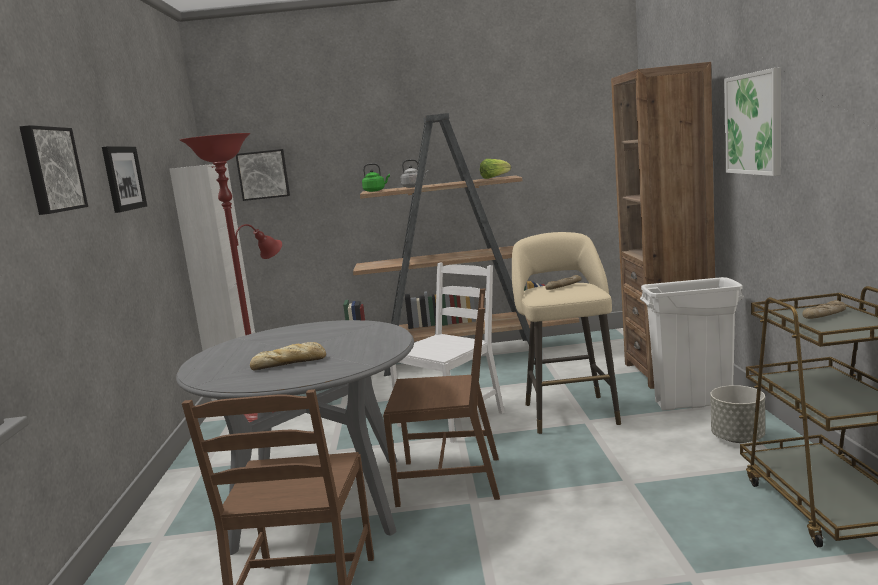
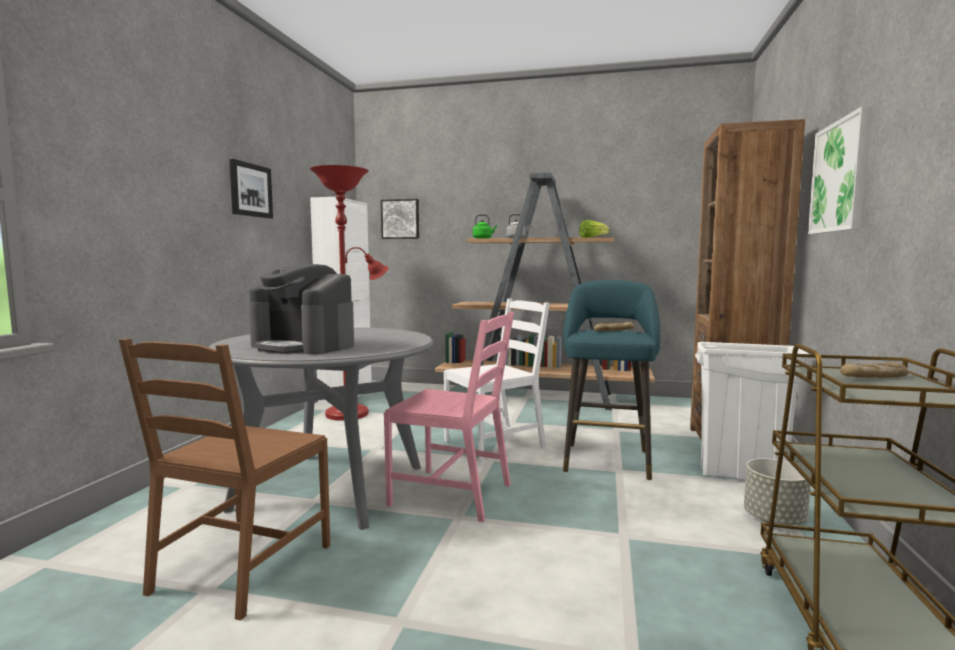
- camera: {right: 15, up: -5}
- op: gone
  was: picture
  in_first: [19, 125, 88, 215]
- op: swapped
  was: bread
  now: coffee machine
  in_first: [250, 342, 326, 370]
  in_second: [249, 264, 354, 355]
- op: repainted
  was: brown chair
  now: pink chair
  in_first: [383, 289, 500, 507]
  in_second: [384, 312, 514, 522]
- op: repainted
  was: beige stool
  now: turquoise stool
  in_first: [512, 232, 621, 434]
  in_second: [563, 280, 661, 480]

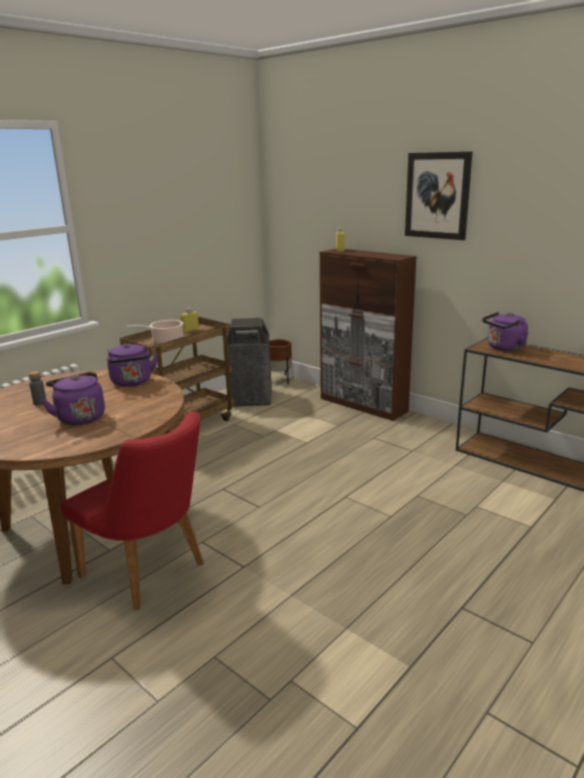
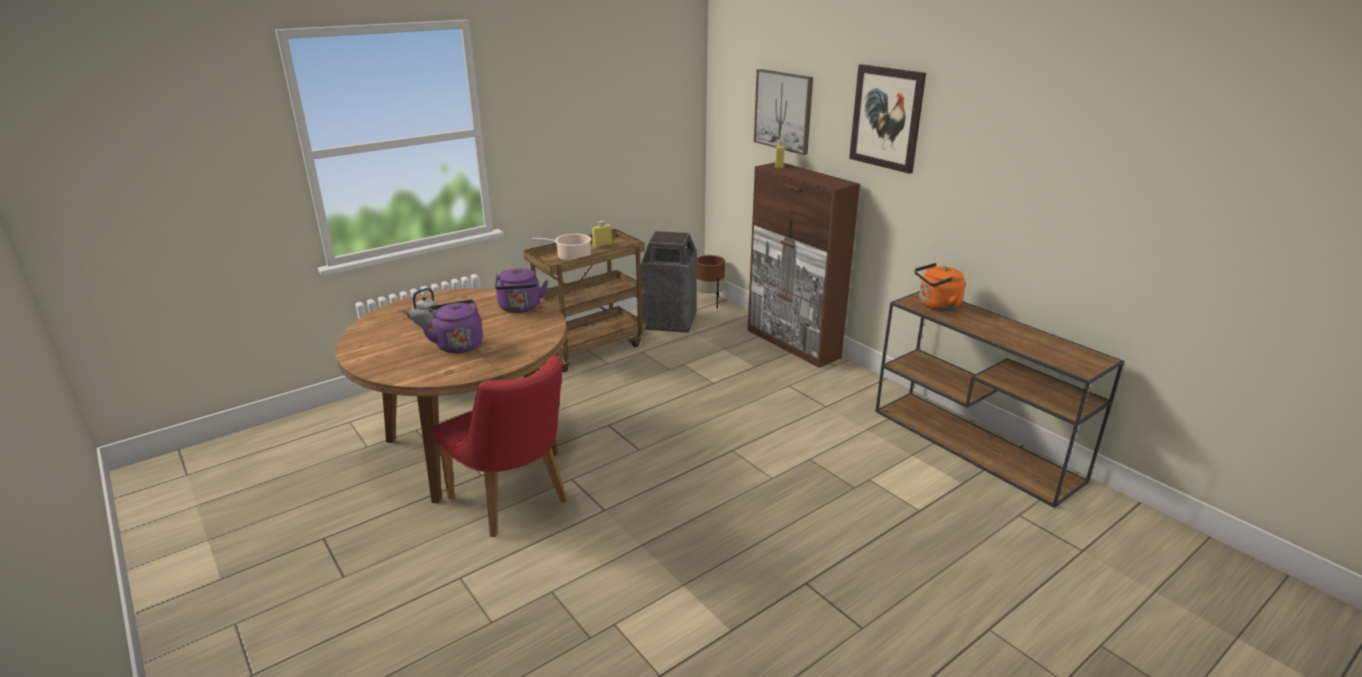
- camera: {right: 10, up: 5}
- op: new
  now: picture
  in_second: [754, 69, 813, 155]
- op: swapped
  was: grey bottle
  now: grey kettle
  in_first: [29, 371, 46, 405]
  in_second: [402, 288, 439, 326]
- op: repainted
  was: purple kettle
  now: orange kettle
  in_first: [482, 312, 529, 351]
  in_second: [914, 263, 965, 311]

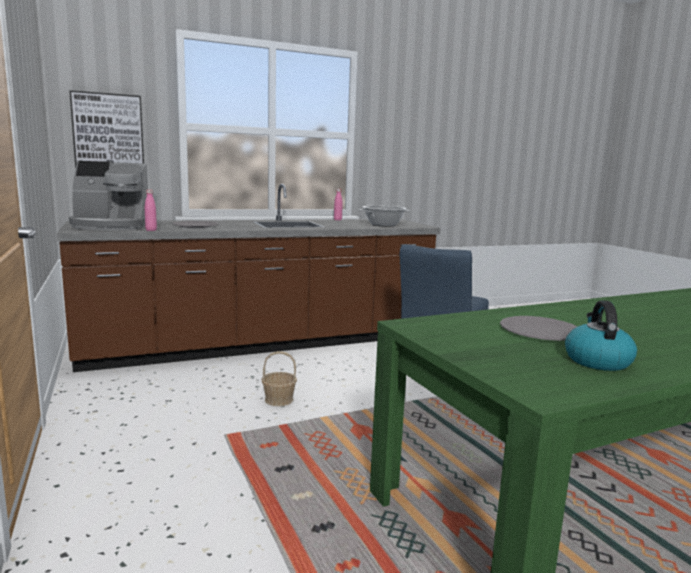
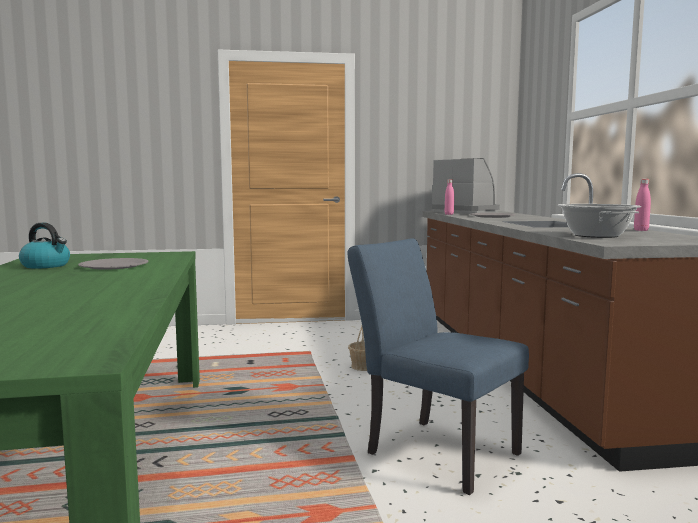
- camera: {right: 105, up: -5}
- op: gone
  was: picture
  in_first: [69, 90, 144, 169]
- op: rotated
  was: coffee machine
  in_first: [69, 161, 148, 231]
  in_second: [432, 158, 500, 214]
  clockwise: 135

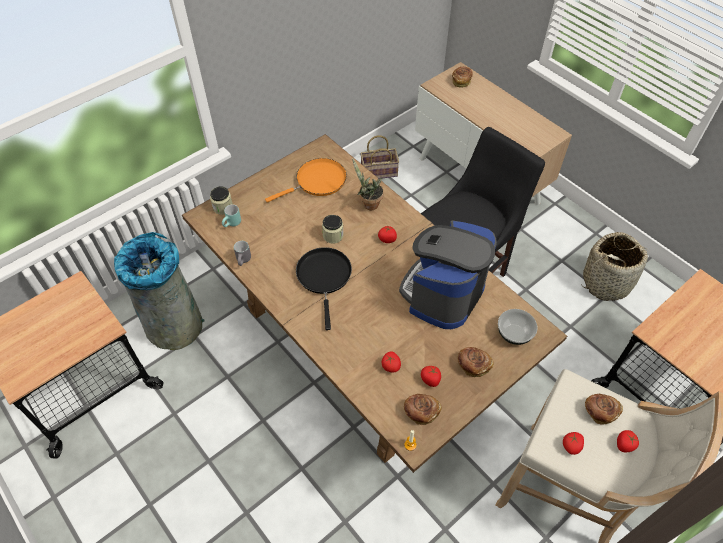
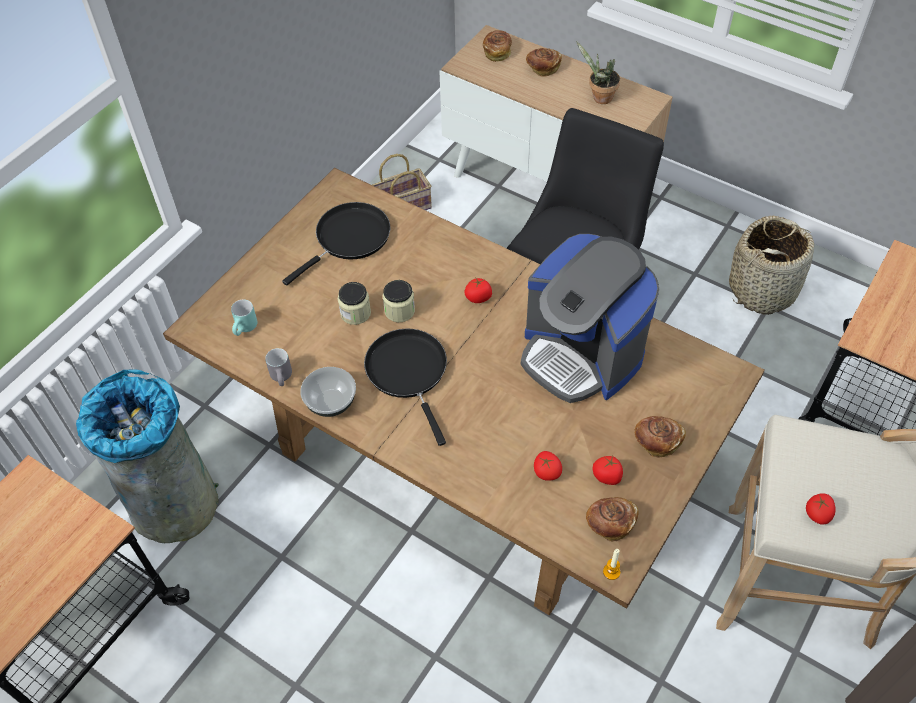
- camera: {right: -15, up: 0}
- op: gone
  was: tomato
  in_first: [617, 430, 639, 452]
- op: shifted
  was: jar
  in_first: [210, 186, 233, 215]
  in_second: [338, 282, 371, 325]
- op: shifted
  was: potted plant
  in_first: [352, 158, 384, 210]
  in_second: [576, 41, 620, 104]
- op: shifted
  was: bowl
  in_first: [498, 309, 537, 345]
  in_second: [300, 367, 356, 417]
- op: shifted
  was: bread
  in_first: [585, 394, 623, 425]
  in_second: [526, 48, 562, 77]
- op: repainted
  was: orange frying pan
  now: black frying pan
  in_first: [265, 158, 347, 203]
  in_second: [282, 202, 390, 285]
- op: rotated
  was: coffee machine
  in_first: [399, 220, 497, 329]
  in_second: [521, 234, 659, 403]
  clockwise: -60

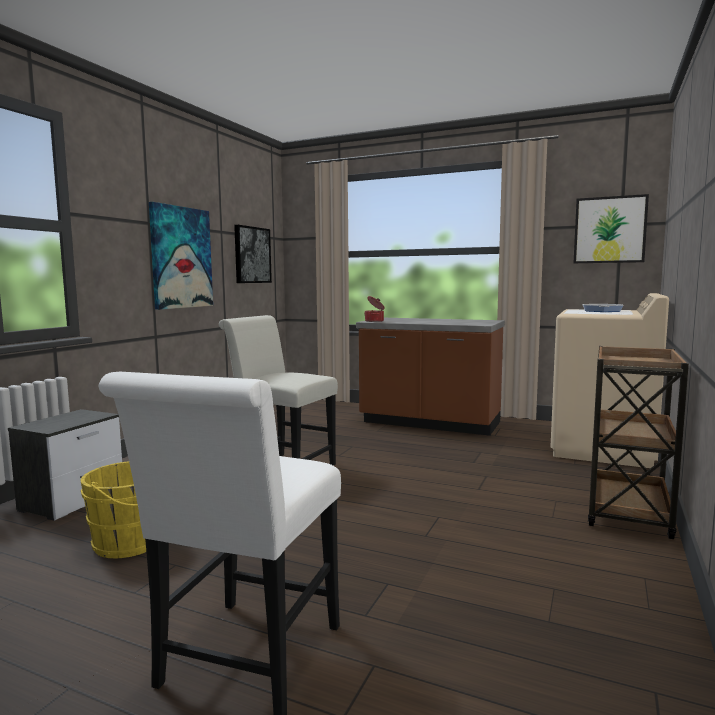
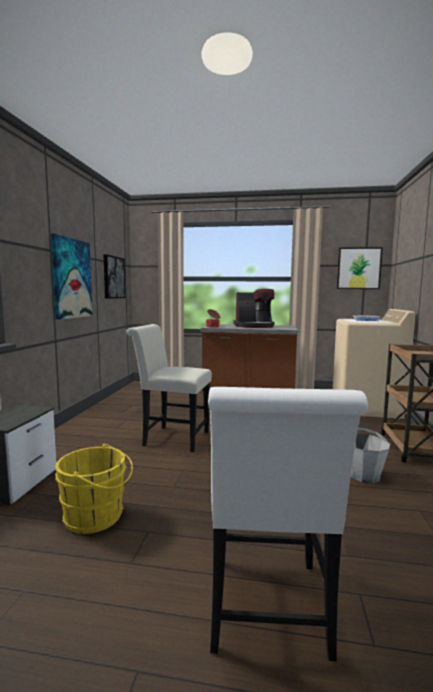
- camera: {right: -15, up: 0}
- op: new
  now: coffee machine
  in_second: [233, 289, 274, 328]
- op: new
  now: grey bucket
  in_second: [351, 428, 390, 483]

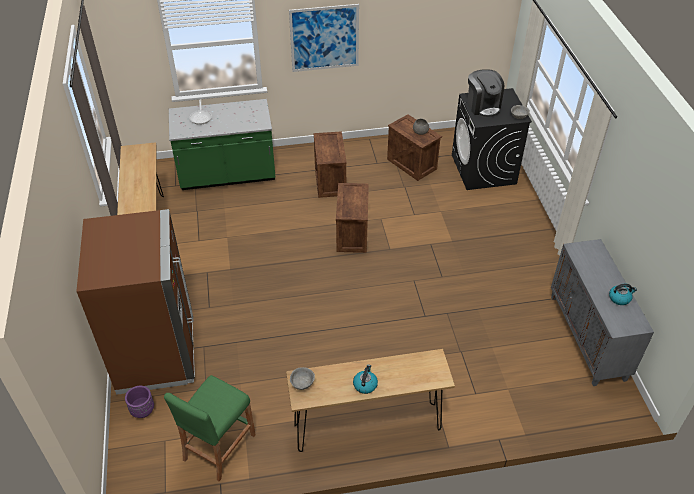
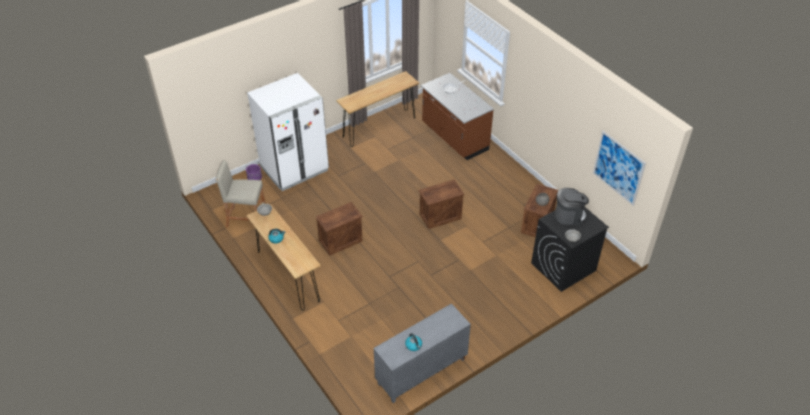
- camera: {right: 65, up: 0}
- op: shifted
  was: picture
  in_first: [289, 4, 359, 72]
  in_second: [593, 131, 646, 206]
- op: shifted
  was: crate
  in_first: [314, 131, 347, 198]
  in_second: [315, 202, 363, 256]
- op: repainted
  was: brown fridge
  now: white fridge
  in_first: [77, 209, 195, 395]
  in_second: [247, 73, 329, 191]
- op: repainted
  was: green stool
  now: beige stool
  in_first: [164, 375, 256, 481]
  in_second: [216, 160, 265, 227]
- op: repainted
  was: green counter
  now: brown counter
  in_first: [169, 99, 275, 190]
  in_second: [421, 73, 494, 160]
- op: rotated
  was: coffee machine
  in_first: [467, 69, 504, 117]
  in_second: [555, 188, 589, 225]
  clockwise: -135

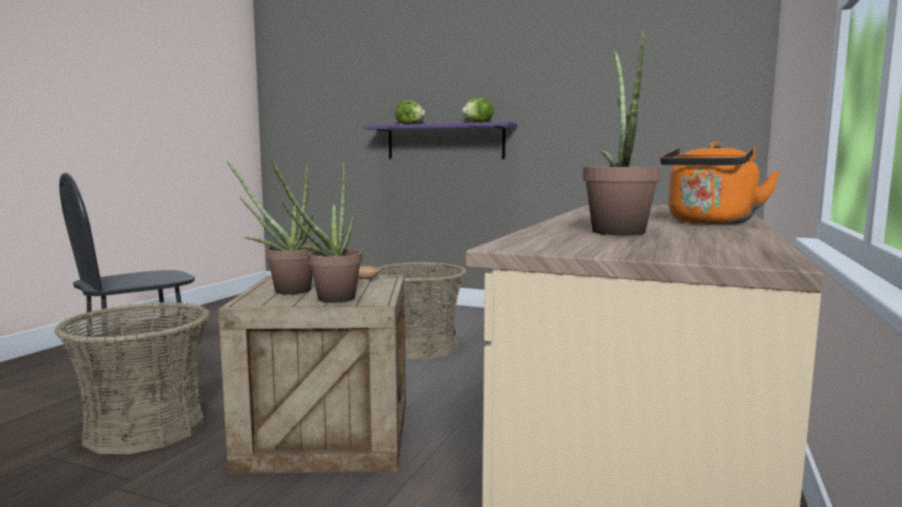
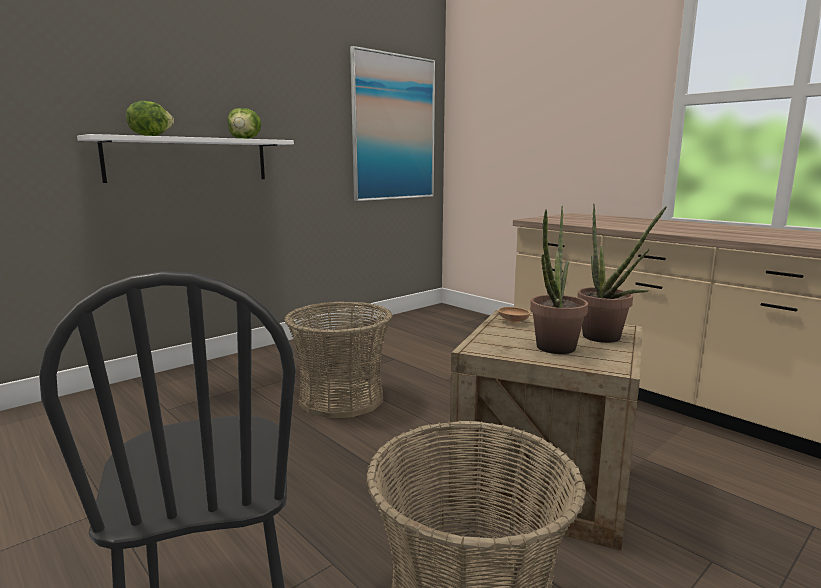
- camera: {right: -65, up: 5}
- op: gone
  was: potted plant
  in_first: [583, 30, 661, 235]
- op: gone
  was: orange kettle
  in_first: [660, 142, 780, 224]
- op: new
  now: picture
  in_second: [350, 46, 435, 201]
- op: repainted
  was: purple shelf
  now: white shelf
  in_first: [363, 122, 518, 159]
  in_second: [77, 134, 294, 183]

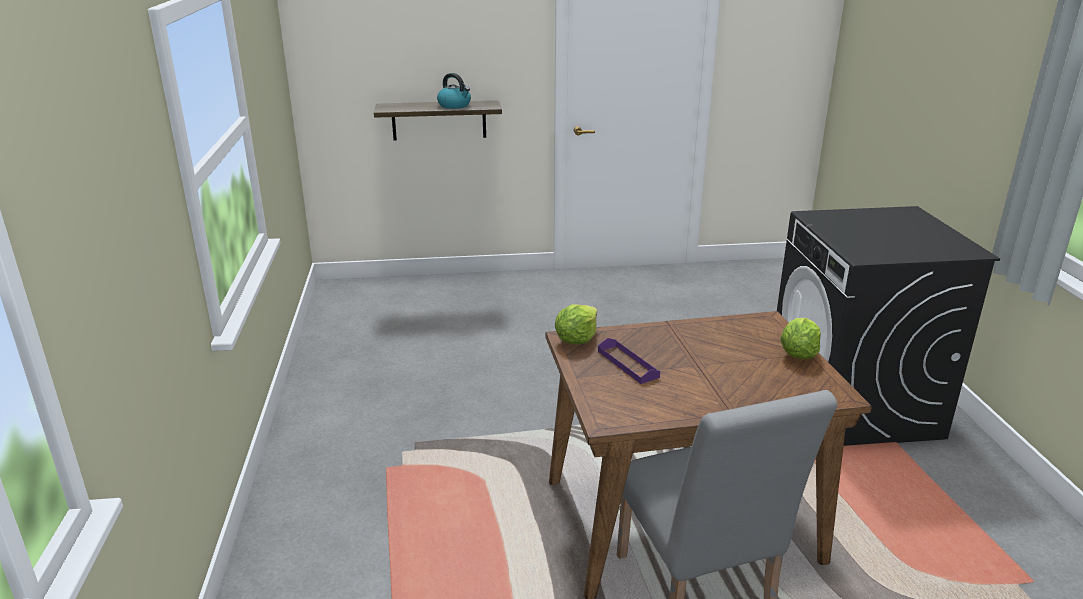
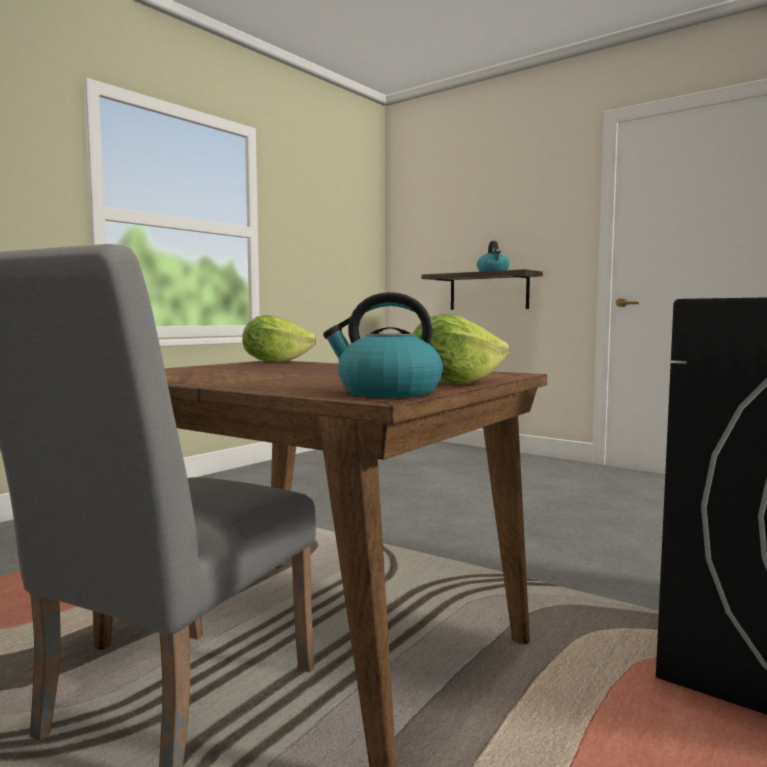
- camera: {right: 45, up: -20}
- op: gone
  was: purple tray
  in_first: [598, 338, 660, 384]
- op: new
  now: kettle
  in_second: [323, 292, 443, 398]

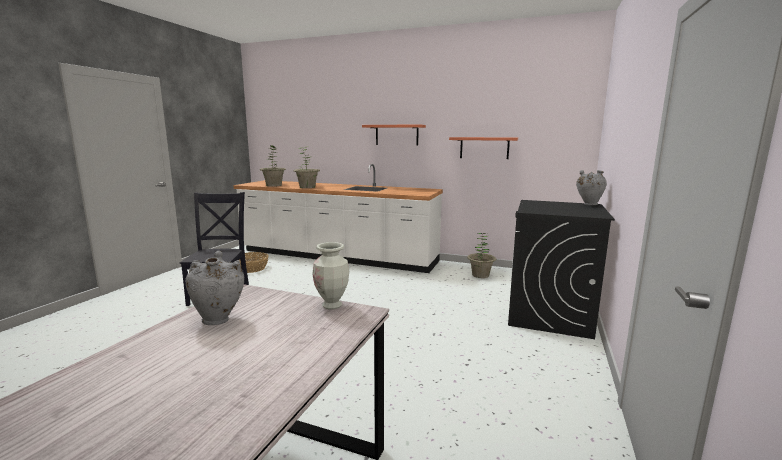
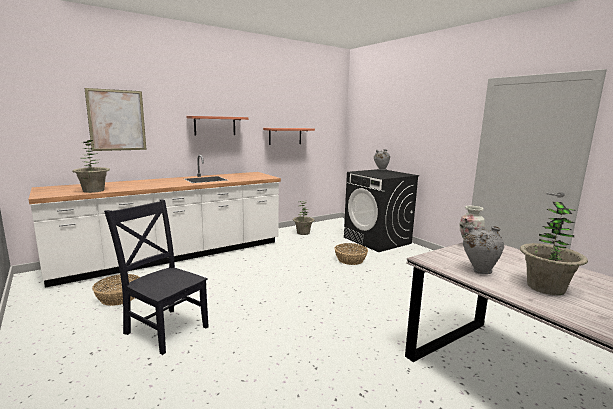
- camera: {right: -55, up: 0}
- op: new
  now: picture
  in_second: [84, 88, 147, 151]
- op: new
  now: basket
  in_second: [335, 243, 368, 265]
- op: shifted
  was: potted plant
  in_first: [293, 146, 320, 188]
  in_second: [520, 202, 588, 295]

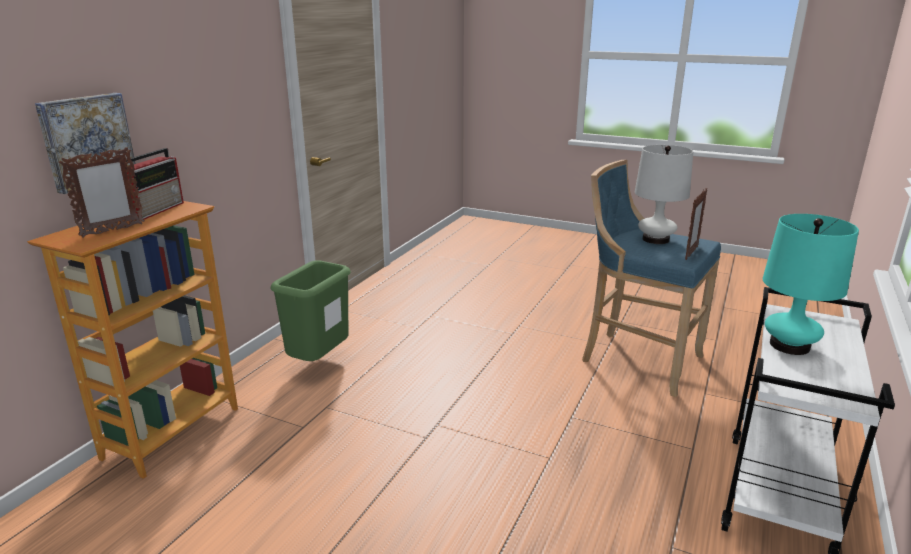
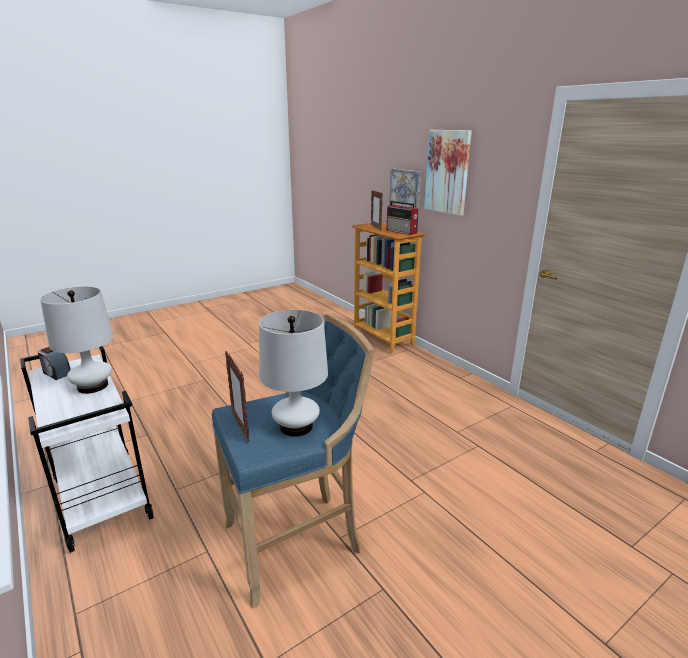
- camera: {right: 120, up: 0}
- op: gone
  was: green trash can
  in_first: [270, 260, 351, 361]
- op: new
  now: alarm clock
  in_second: [38, 347, 70, 380]
- op: new
  now: picture
  in_second: [424, 130, 472, 216]
- op: repainted
  was: turquoise table lamp
  now: white table lamp
  in_first: [763, 214, 859, 355]
  in_second: [40, 287, 114, 394]

